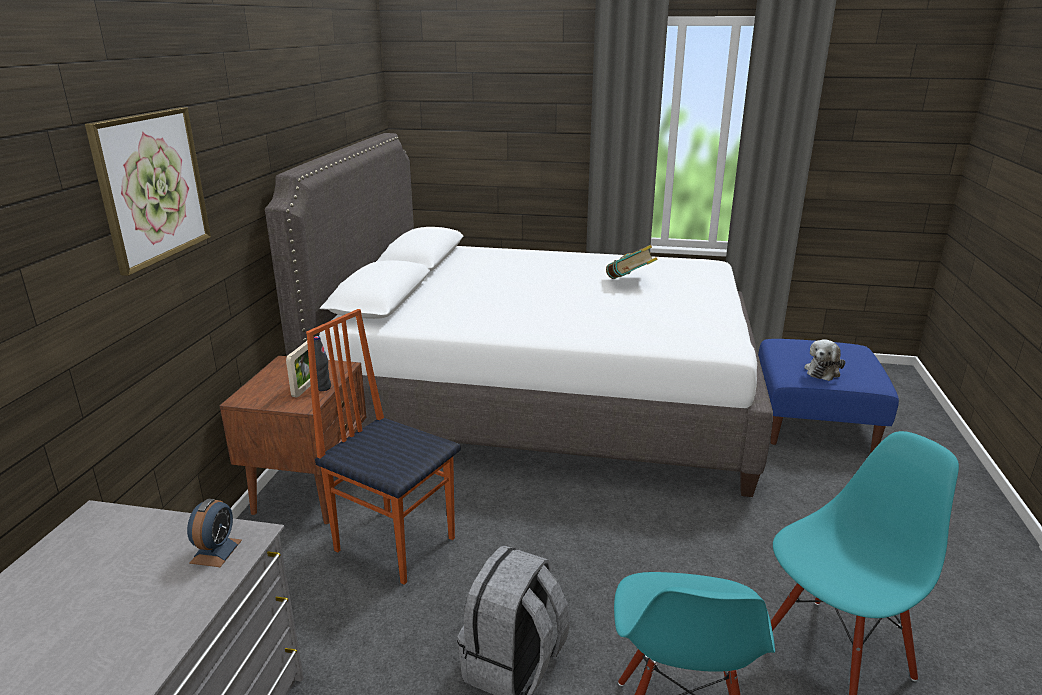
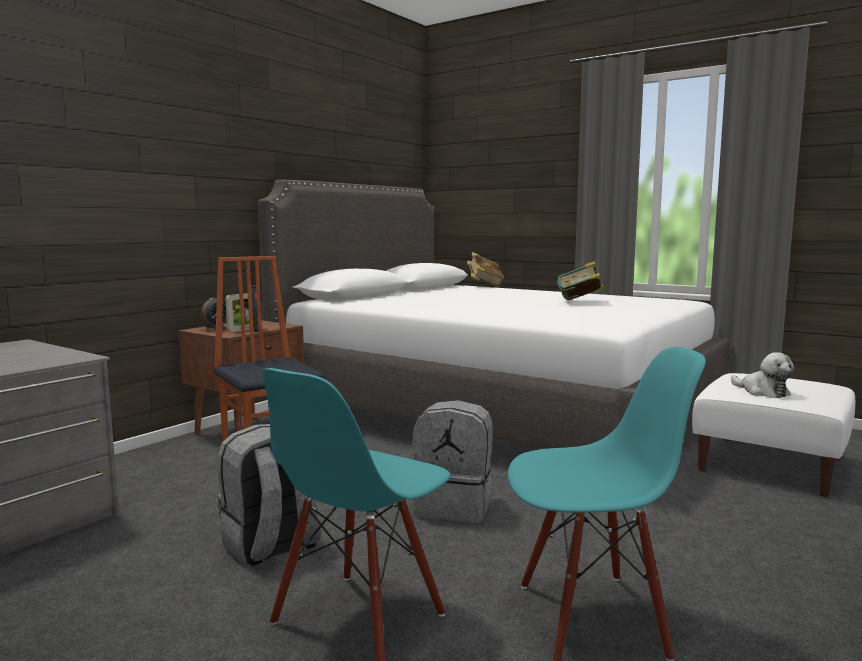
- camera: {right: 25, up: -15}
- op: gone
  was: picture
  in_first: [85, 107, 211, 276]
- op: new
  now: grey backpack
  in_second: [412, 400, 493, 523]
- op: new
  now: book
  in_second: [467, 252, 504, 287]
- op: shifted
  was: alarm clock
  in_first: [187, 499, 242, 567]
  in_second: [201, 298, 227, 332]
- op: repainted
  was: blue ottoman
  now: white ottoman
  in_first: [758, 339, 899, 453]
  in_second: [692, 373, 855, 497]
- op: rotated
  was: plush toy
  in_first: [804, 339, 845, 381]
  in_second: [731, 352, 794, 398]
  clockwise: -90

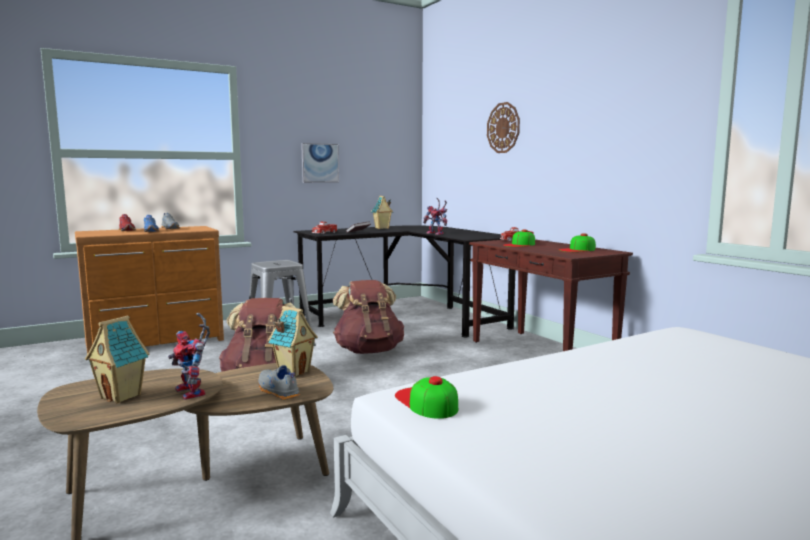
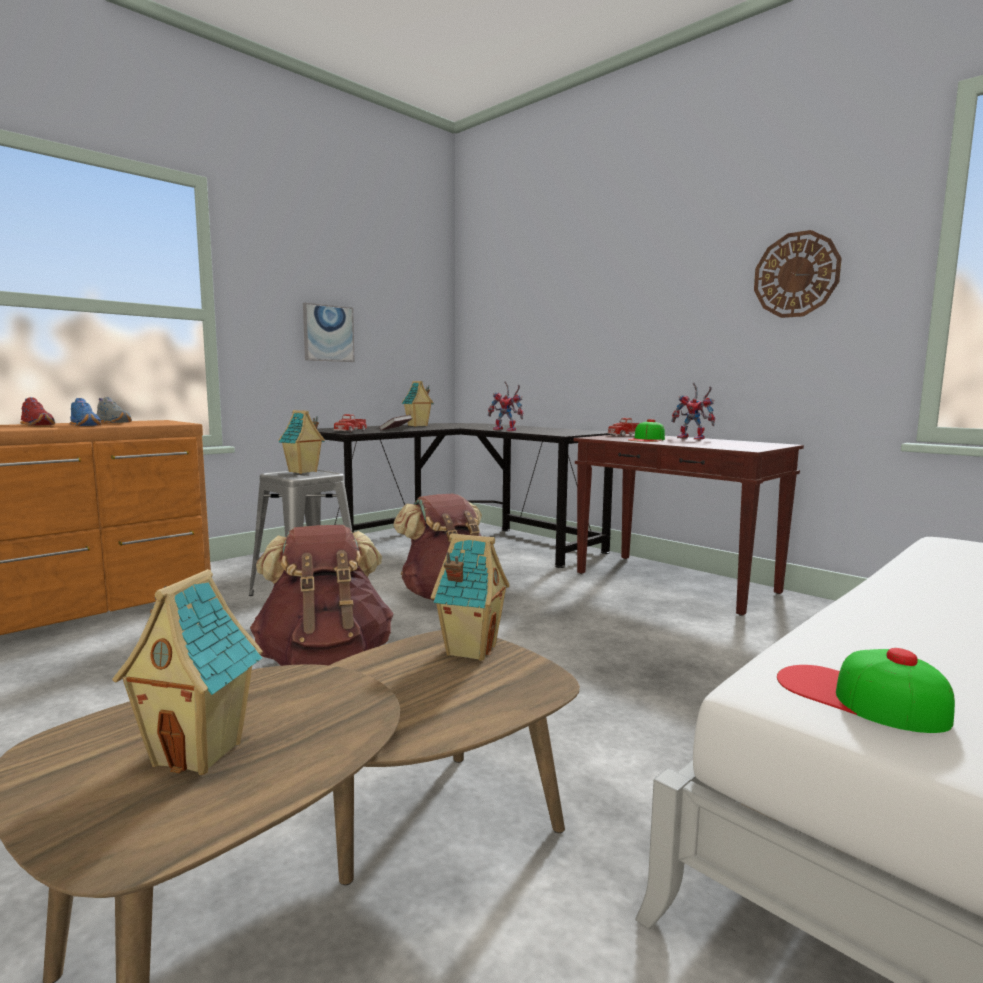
- camera: {right: -15, up: 0}
- op: gone
  was: grey shoe
  in_first: [258, 365, 300, 400]
- op: gone
  was: cap
  in_first: [559, 233, 596, 252]
- op: new
  now: toy house
  in_second: [279, 410, 325, 474]
- op: shifted
  was: toy robot
  in_first: [168, 313, 210, 400]
  in_second: [671, 383, 715, 440]
- op: shifted
  was: wall clock
  in_first: [487, 102, 520, 153]
  in_second: [754, 230, 842, 318]

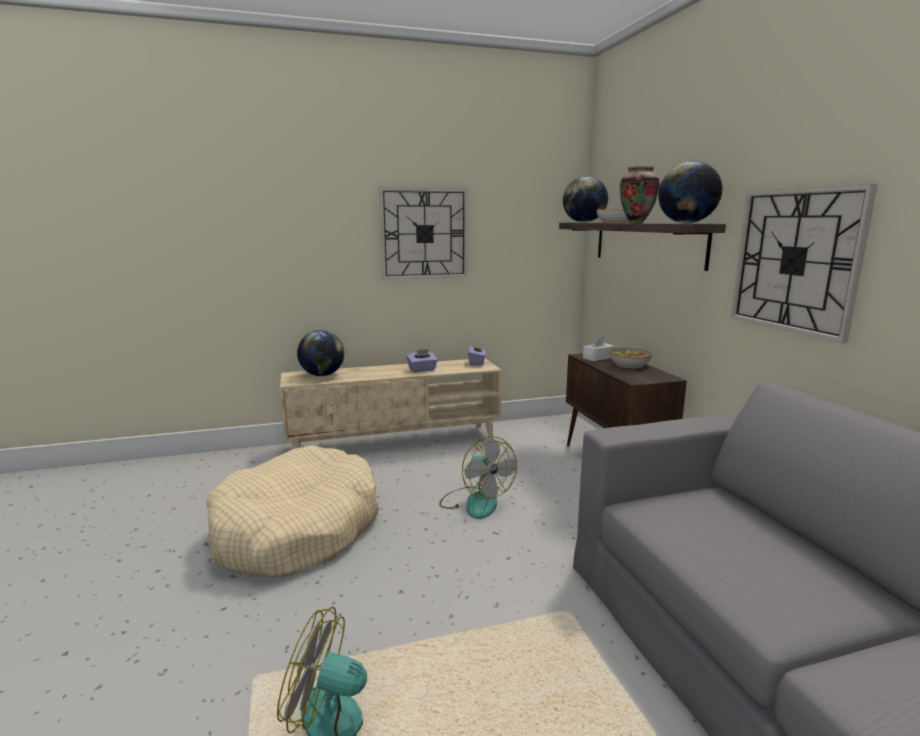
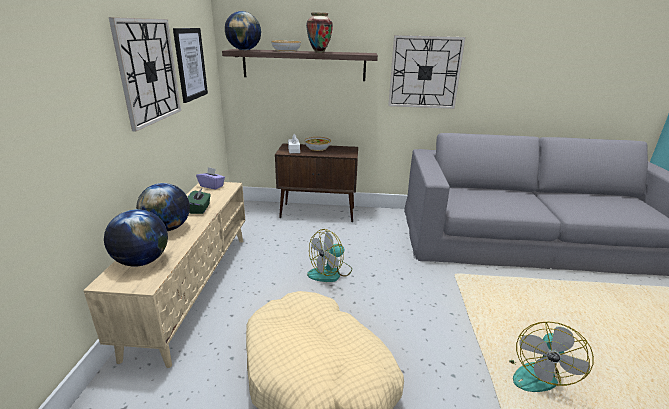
- camera: {right: -70, up: 10}
- op: new
  now: picture
  in_second: [173, 28, 208, 103]
- op: shifted
  was: globe
  in_first: [658, 161, 722, 223]
  in_second: [136, 183, 190, 231]
- op: repainted
  was: purple tissue box
  now: green tissue box
  in_first: [406, 349, 438, 372]
  in_second: [188, 189, 211, 214]
- op: rotated
  was: fan
  in_first: [439, 436, 517, 519]
  in_second: [307, 229, 352, 282]
  clockwise: 150

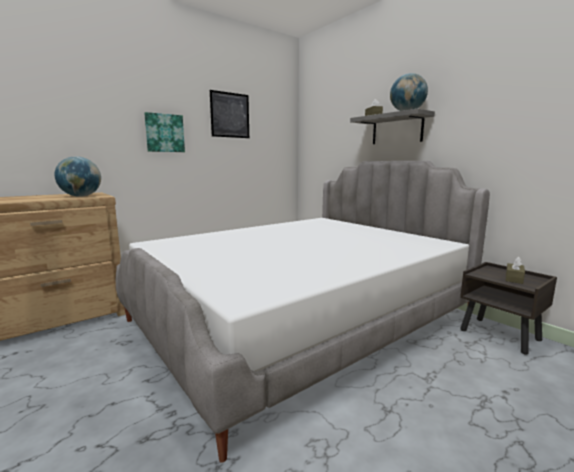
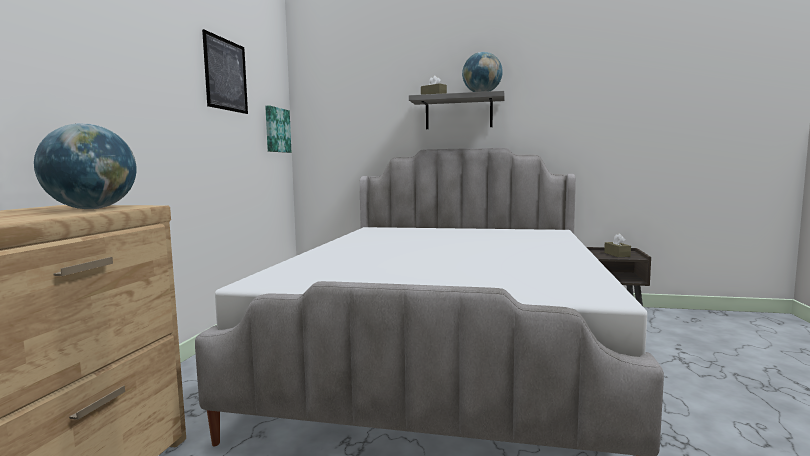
- camera: {right: -40, up: -5}
- op: shifted
  was: picture
  in_first: [144, 112, 185, 152]
  in_second: [265, 106, 291, 153]

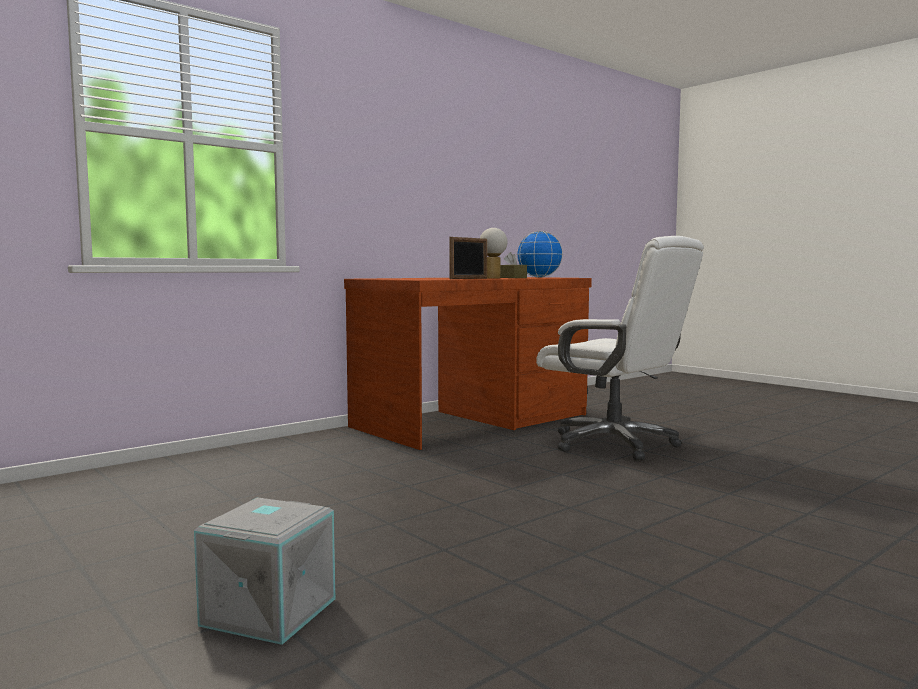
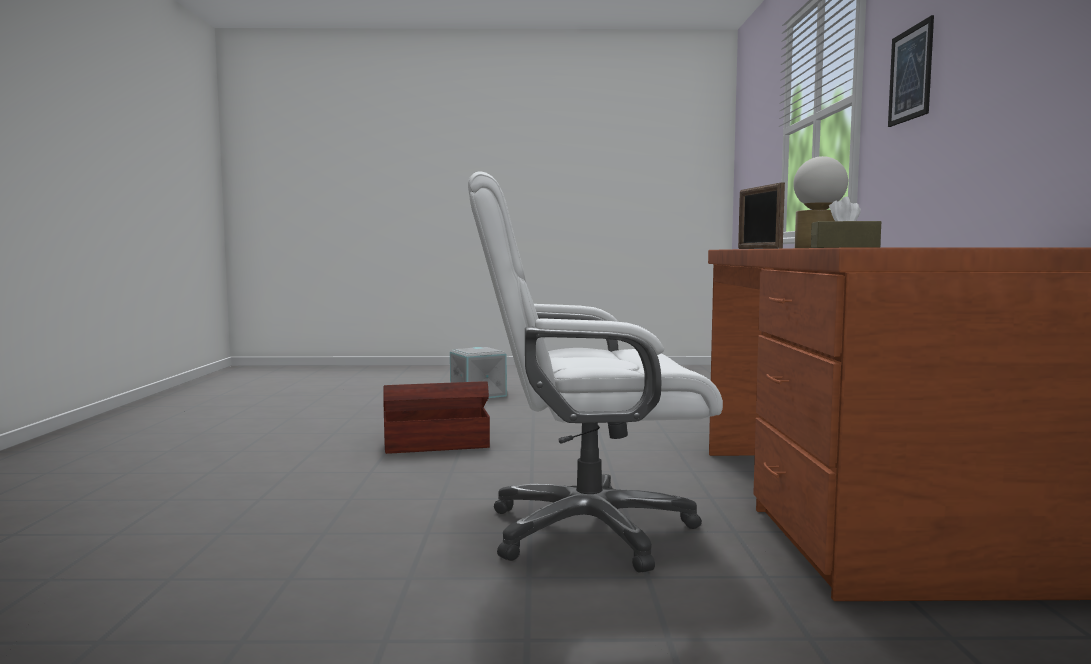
- camera: {right: 130, up: 0}
- op: gone
  was: globe
  in_first: [517, 231, 563, 278]
- op: new
  now: brown storage box
  in_second: [383, 381, 490, 454]
- op: new
  now: picture
  in_second: [888, 15, 934, 127]

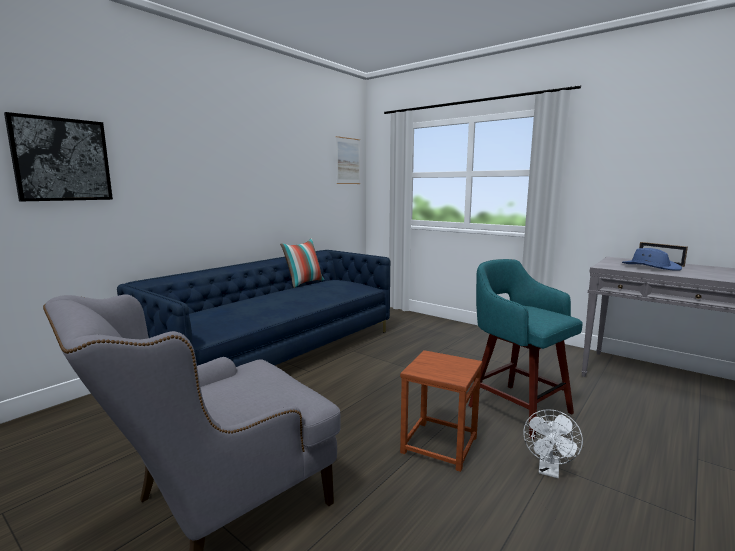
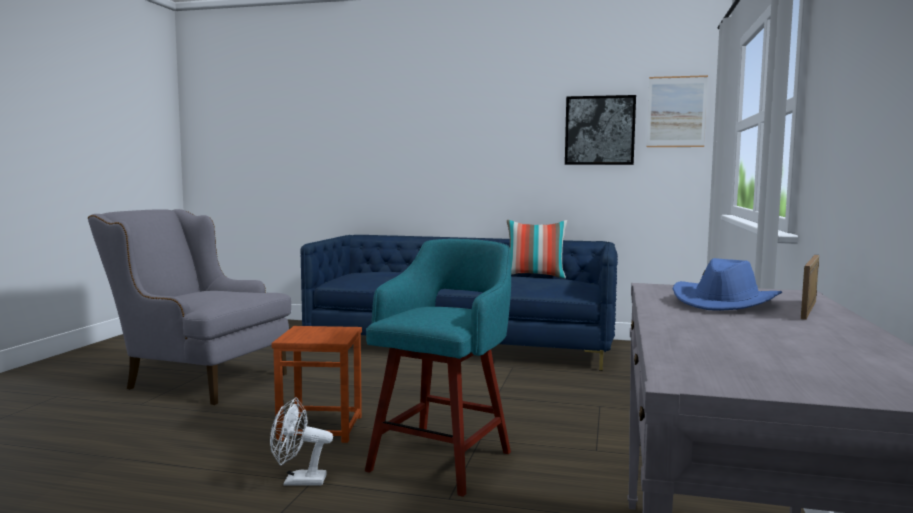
- camera: {right: 65, up: -5}
- op: shifted
  was: picture
  in_first: [4, 112, 113, 201]
  in_second: [565, 95, 636, 165]

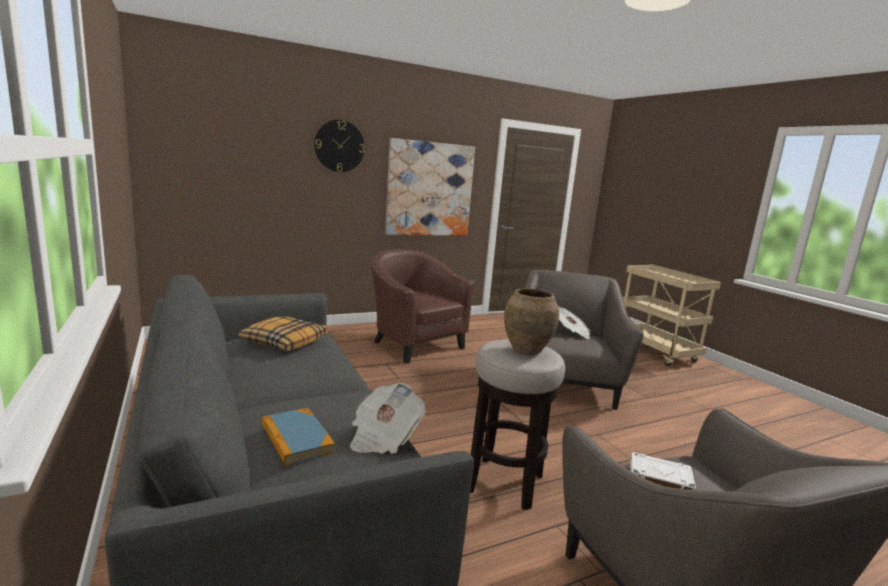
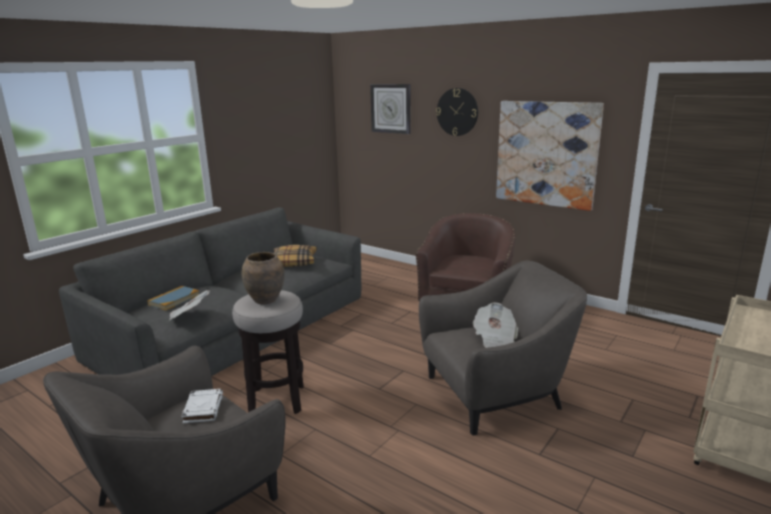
- camera: {right: 65, up: 5}
- op: new
  now: wall clock
  in_second: [370, 84, 411, 134]

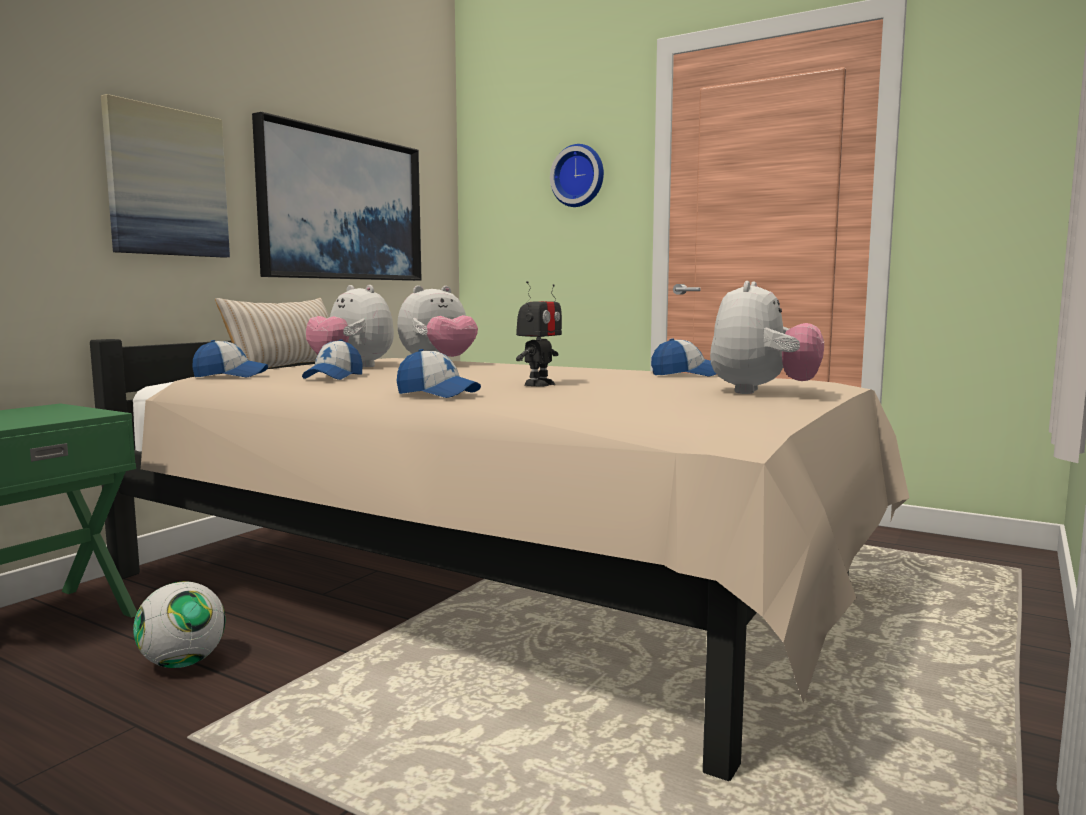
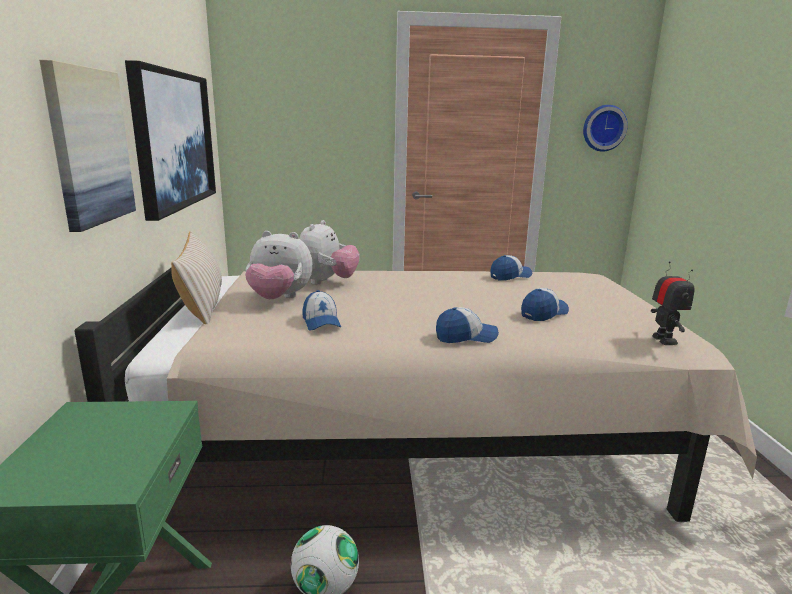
- camera: {right: -35, up: 10}
- op: gone
  was: plush toy
  in_first: [710, 281, 824, 394]
- op: shifted
  was: cap
  in_first: [192, 340, 268, 377]
  in_second: [521, 288, 569, 321]
- op: shifted
  was: toy robot
  in_first: [516, 281, 562, 386]
  in_second: [651, 261, 694, 345]
- op: shifted
  was: wall clock
  in_first: [550, 144, 604, 207]
  in_second: [583, 105, 628, 152]

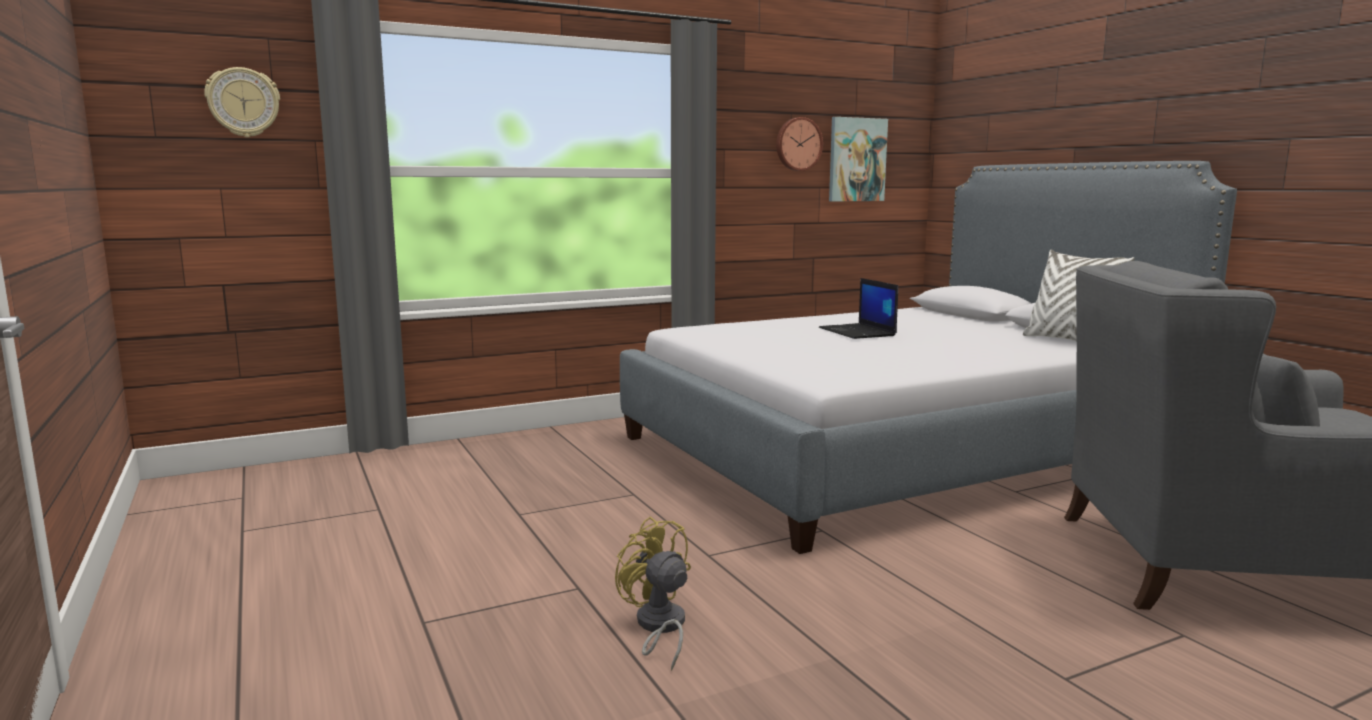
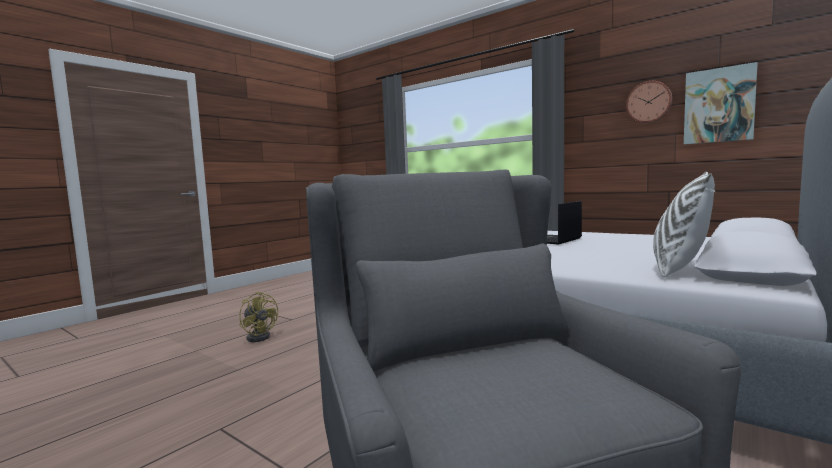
- camera: {right: 65, up: -5}
- op: gone
  was: wall clock
  in_first: [204, 67, 280, 137]
- op: rotated
  was: yellow fan
  in_first: [615, 516, 691, 671]
  in_second: [239, 292, 278, 342]
  clockwise: 105

